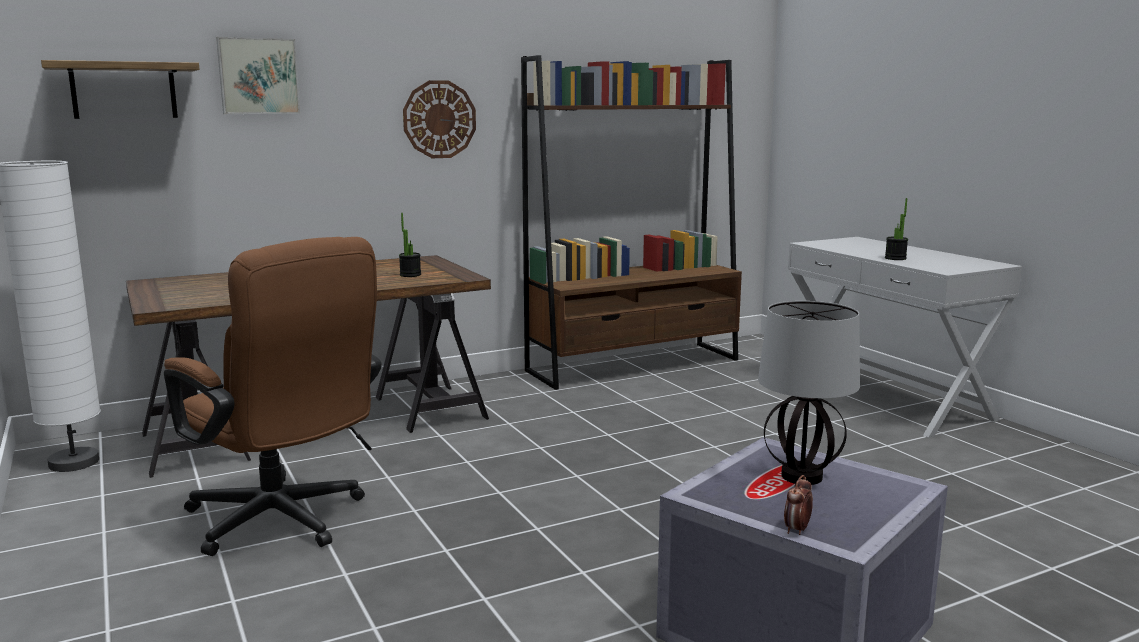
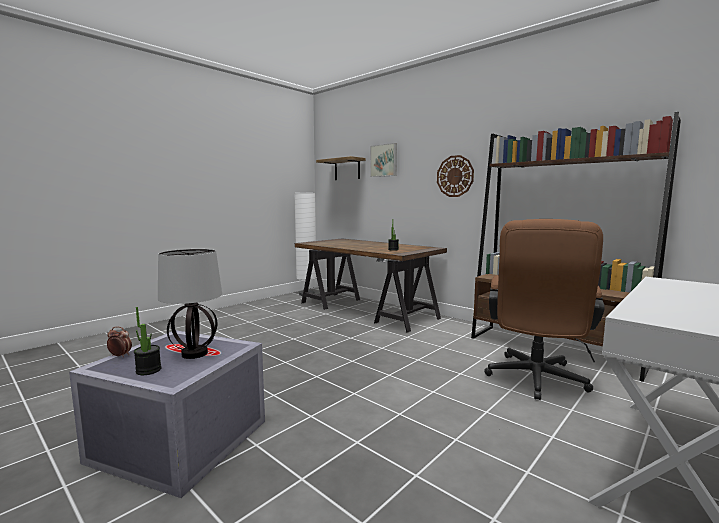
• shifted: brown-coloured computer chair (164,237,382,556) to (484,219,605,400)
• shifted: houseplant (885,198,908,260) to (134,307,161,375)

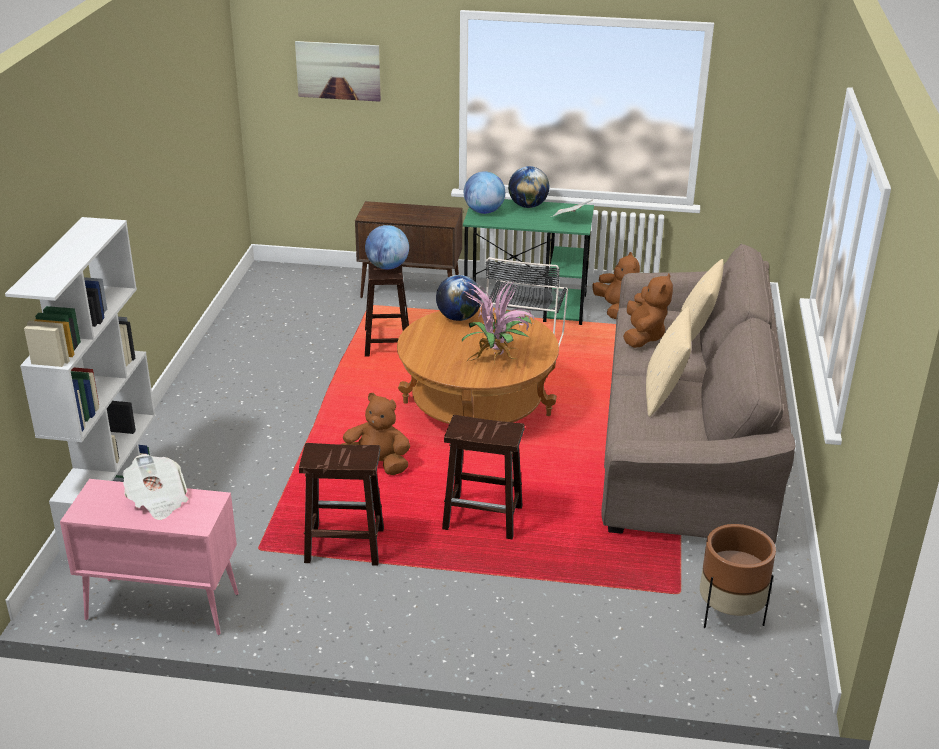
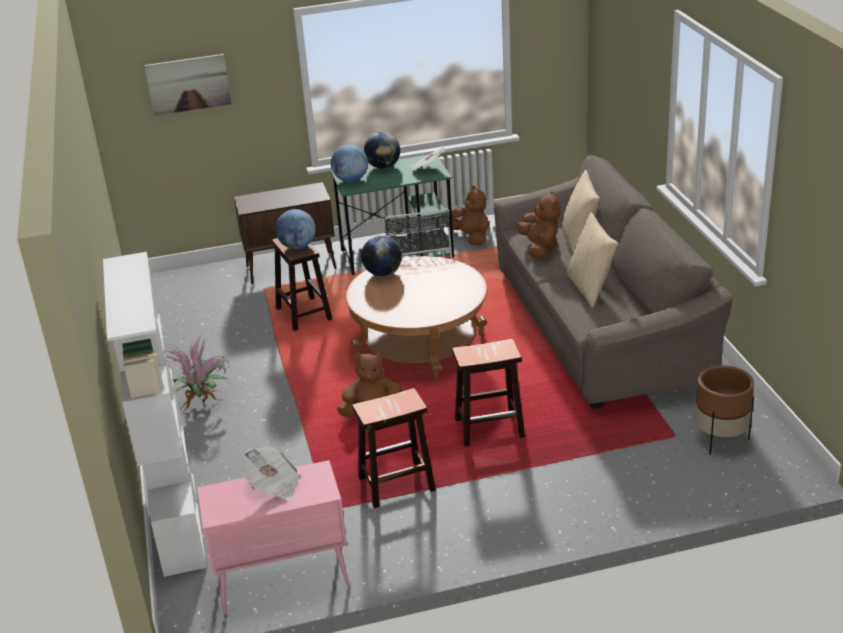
• shifted: houseplant (462,280,535,366) to (164,336,229,413)

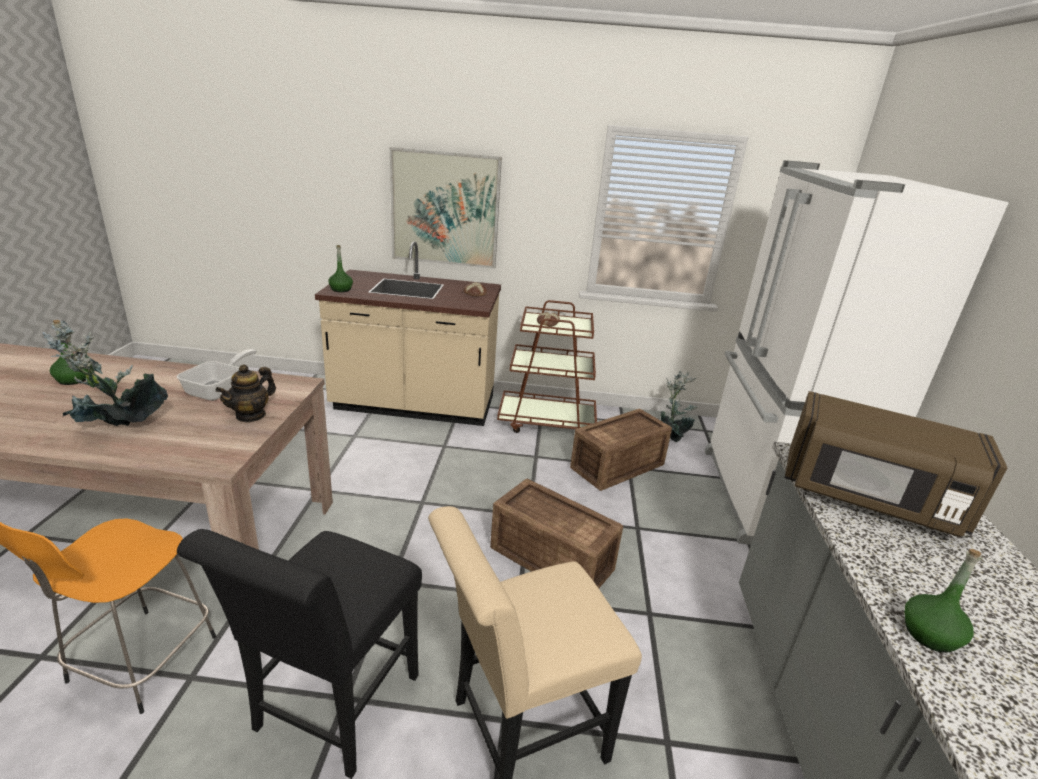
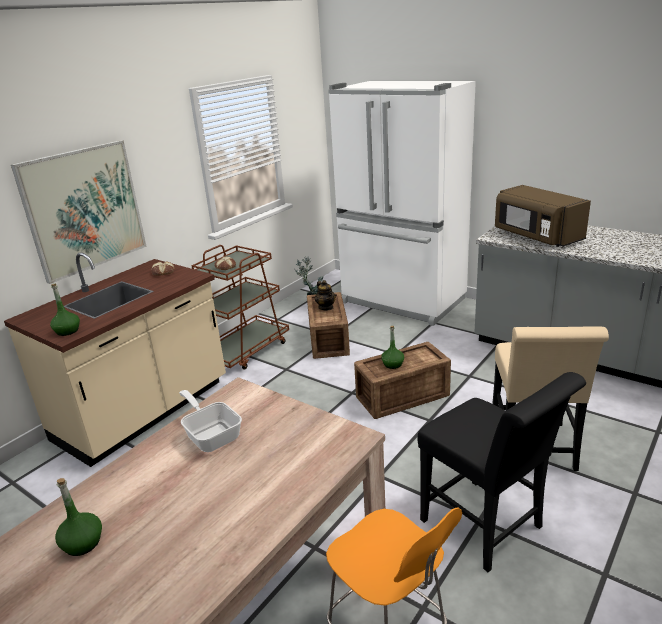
• gone: houseplant (42,320,168,426)
• shifted: teapot (216,364,276,423) to (315,280,336,310)
• shifted: green-coloured bottle (905,549,982,653) to (381,326,404,369)
• rotated: brown-coloured microwave (785,391,1007,537) = (495,185,591,247) 90 degrees clockwise

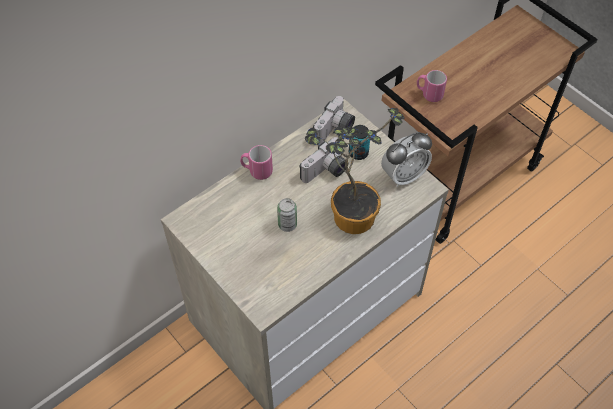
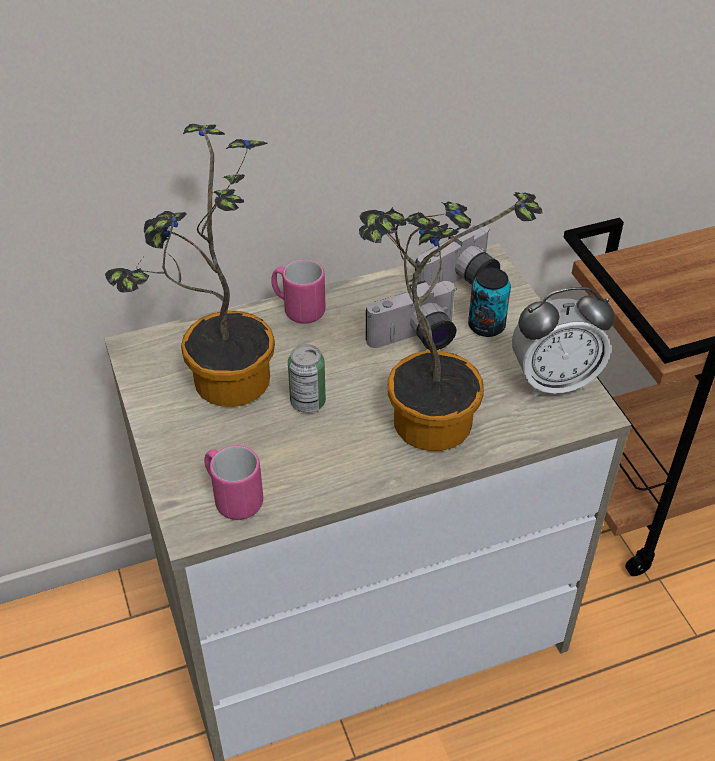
• new: houseplant (105,124,275,407)
• shifted: pink coffee mug (417,70,447,102) to (204,445,263,520)

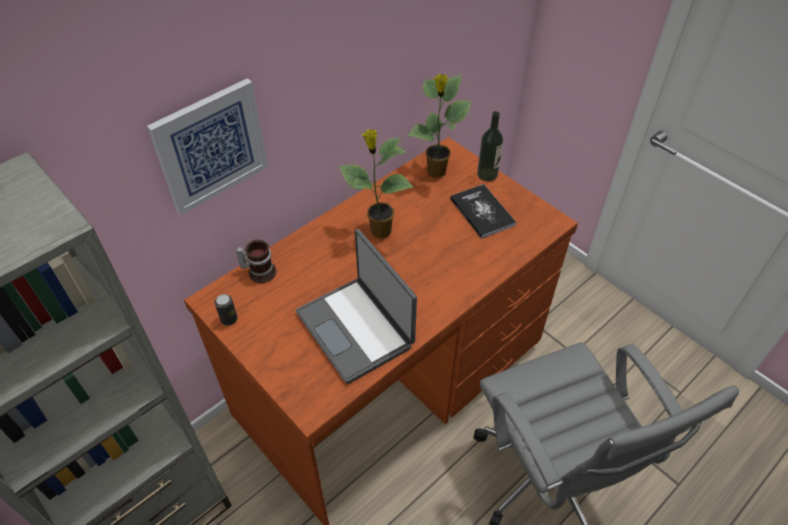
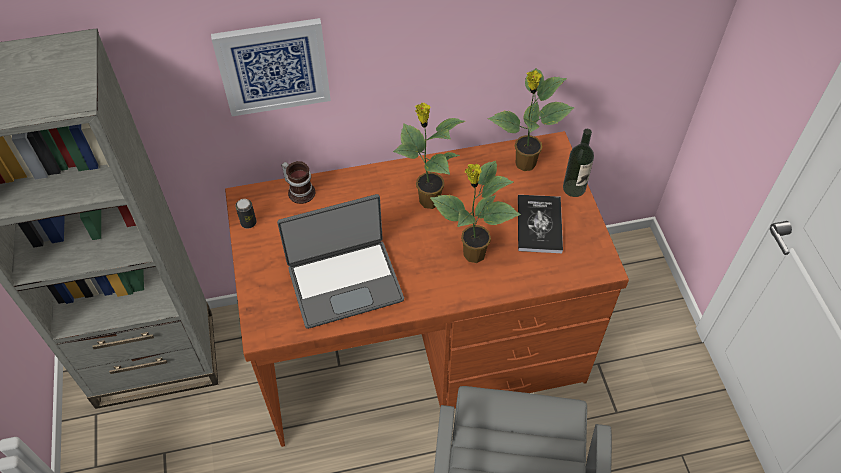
• new: houseplant (430,161,521,263)
• rotated: notebook computer (296,229,417,384) = (277,194,404,329) 105 degrees counterclockwise

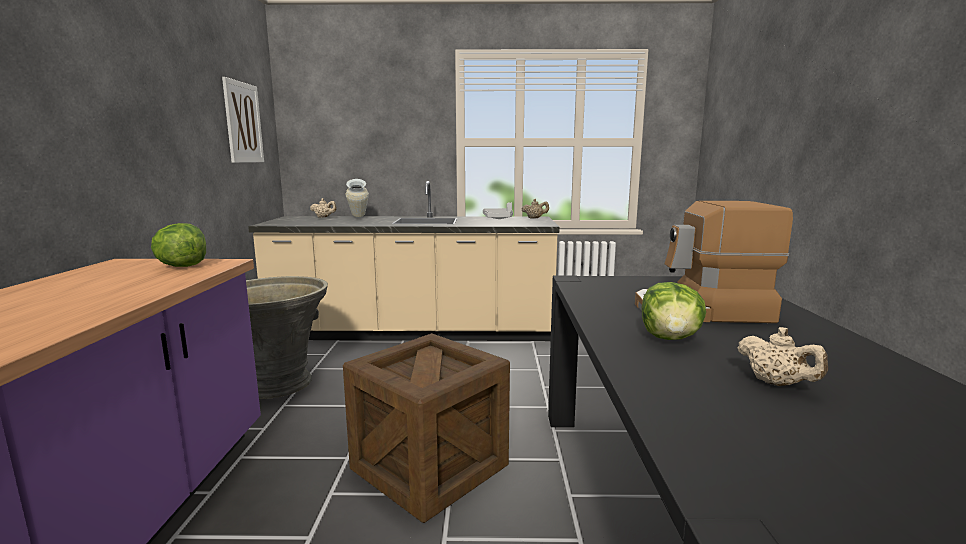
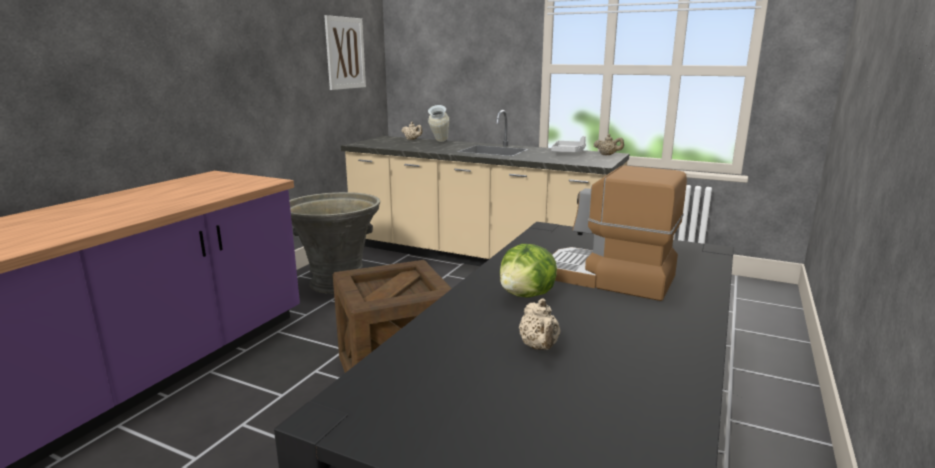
• gone: head of lettuce (151,223,206,267)

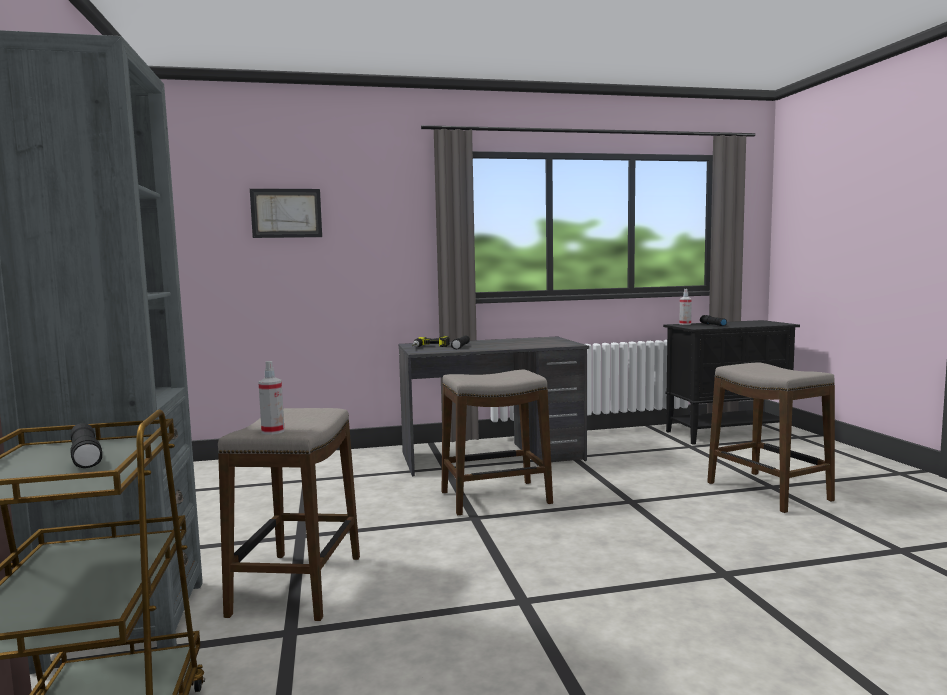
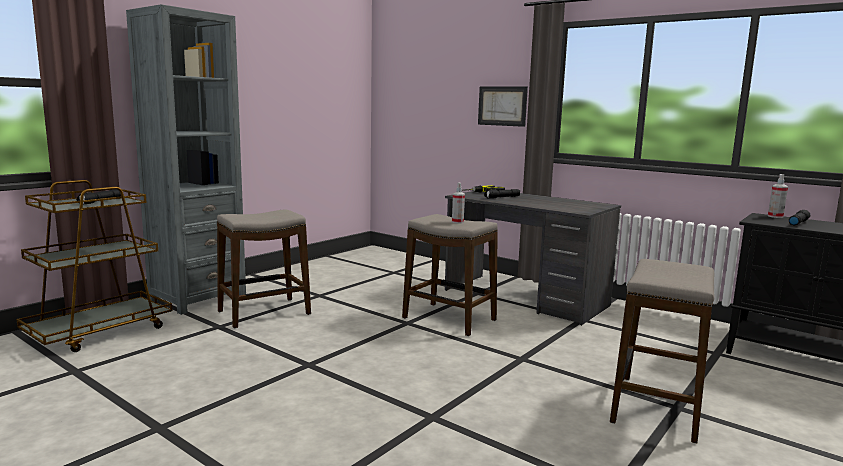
• shifted: wall art (250,189,322,238) to (478,86,528,127)
• shifted: spray bottle (258,361,285,435) to (452,183,465,223)

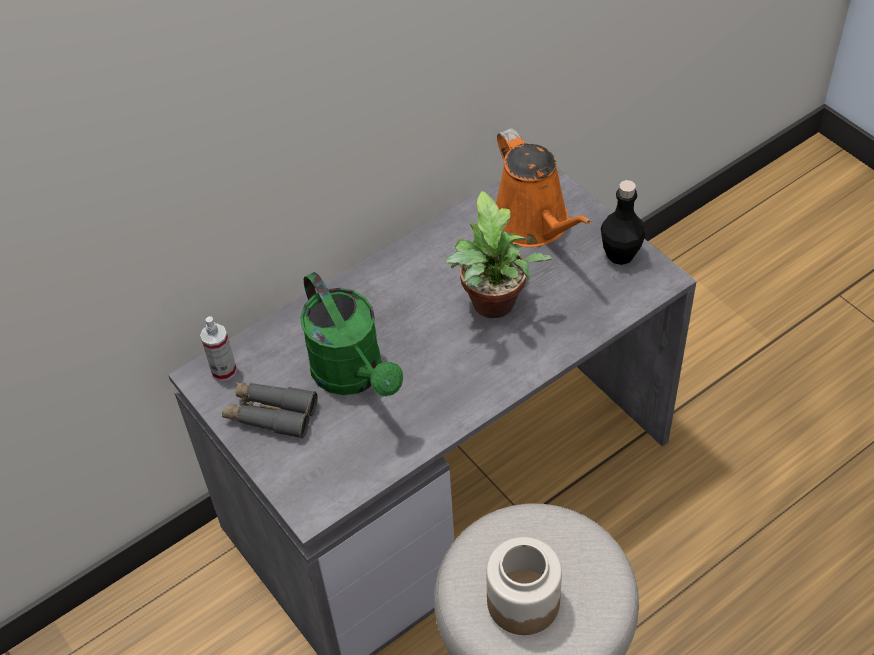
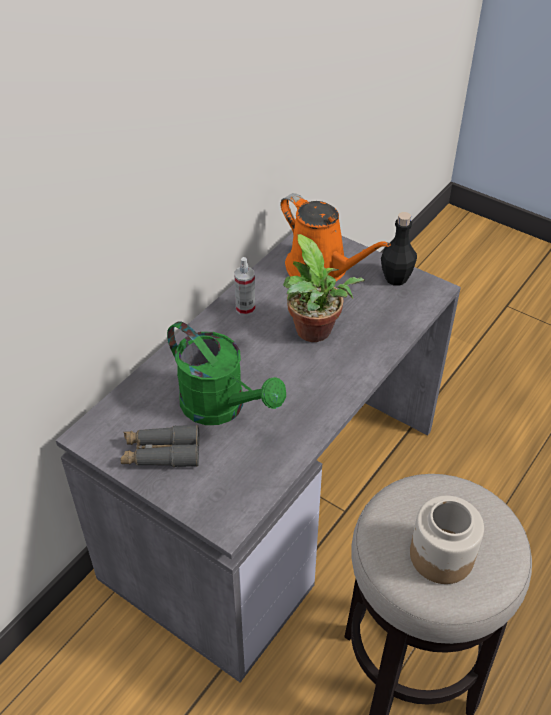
• shifted: spray bottle (200,316,237,381) to (234,257,255,316)

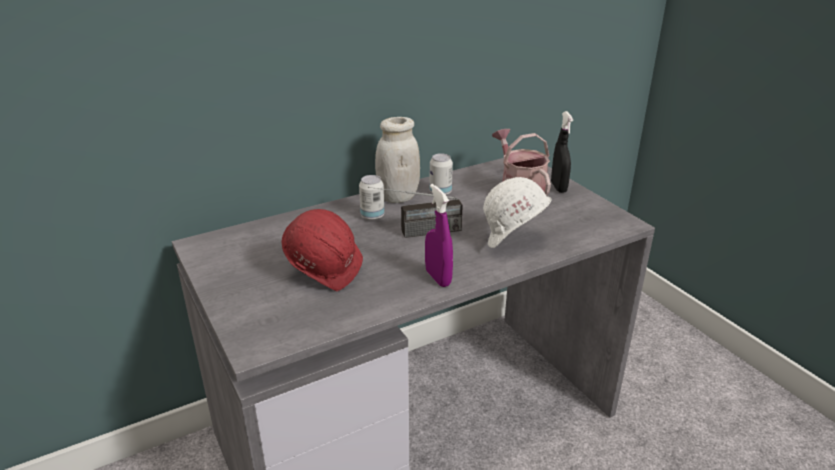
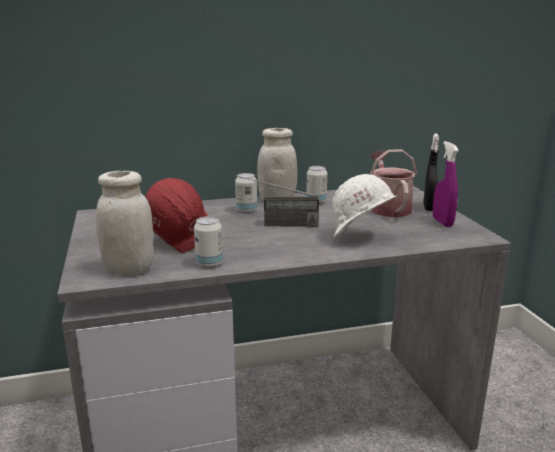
• new: white-coloured jar (96,171,154,276)
• new: can (194,216,223,268)
• shifted: purple-coloured spray bottle (425,184,453,287) to (433,141,459,227)

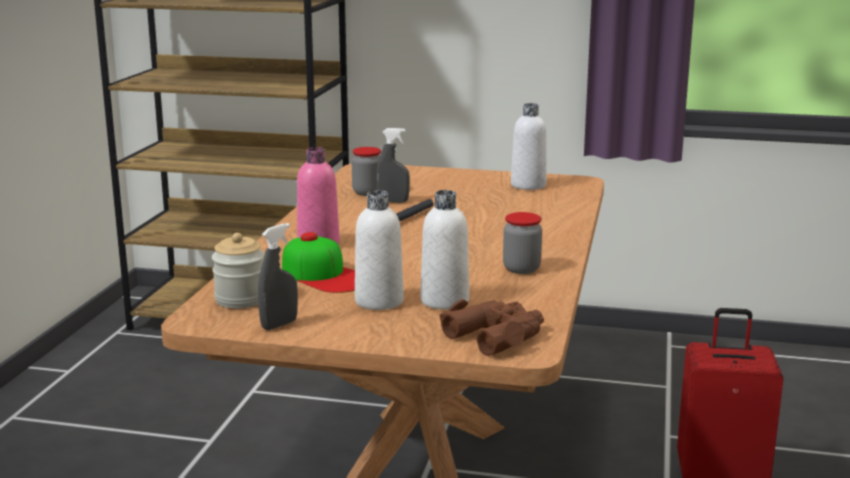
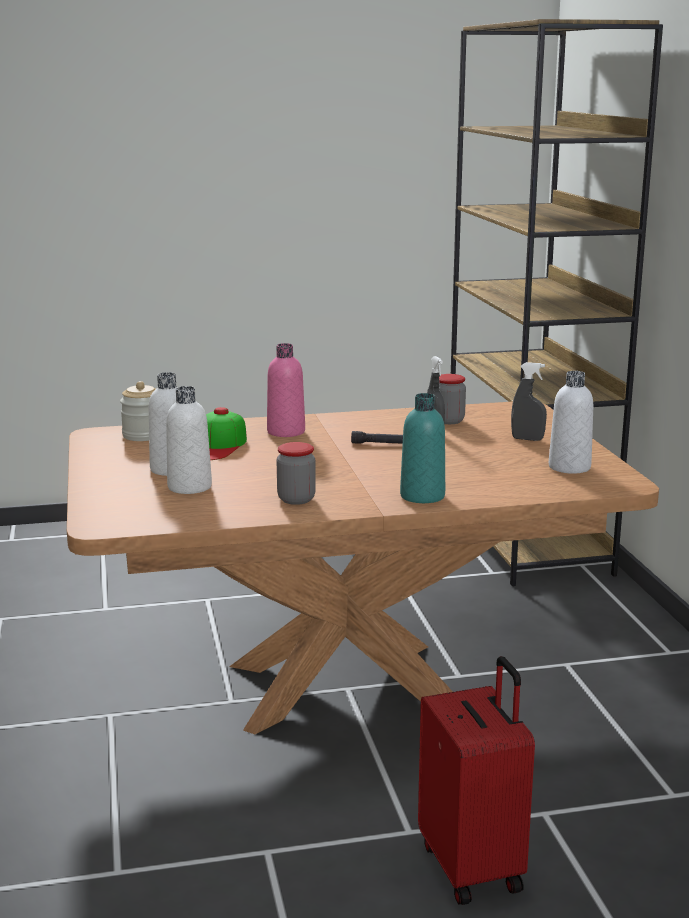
• gone: brown-coloured field glasses (439,299,544,356)
• new: blue-green bottle (400,393,445,503)
• shifted: greyish spray bottle (258,223,298,330) to (511,362,547,441)

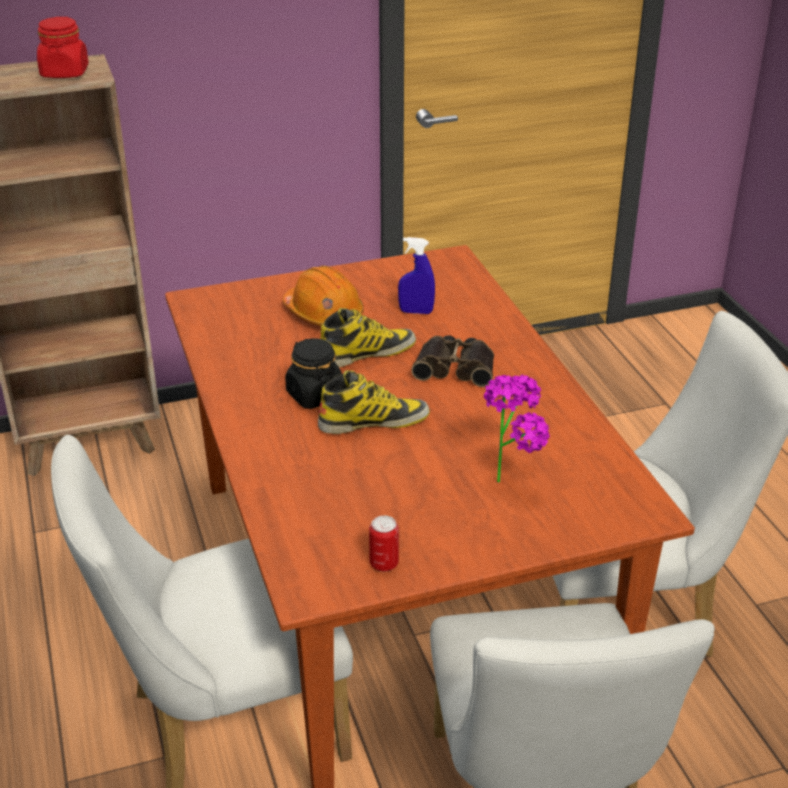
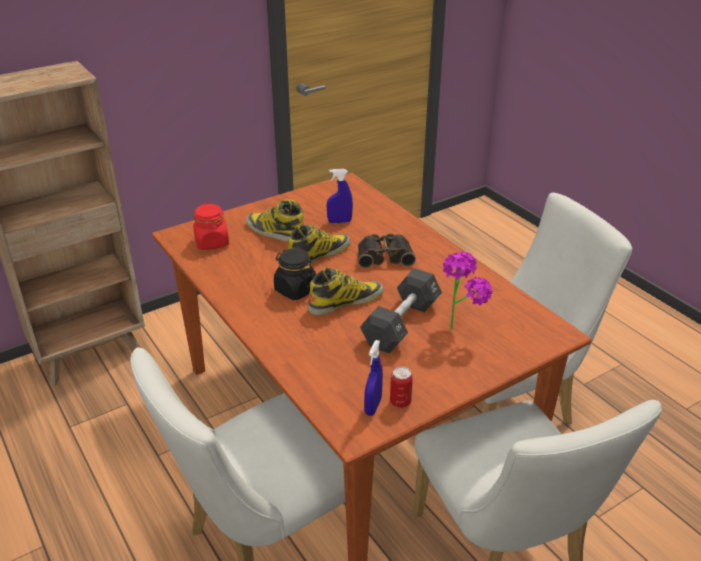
• new: black-coloured free weight (360,268,442,353)
• new: blue spray bottle (364,340,383,416)
• shifted: red-coloured jar (37,17,89,78) to (193,203,229,250)
• swapped: orange-coloured safety helmet (283,266,364,326) to high-top boot (246,199,304,242)

